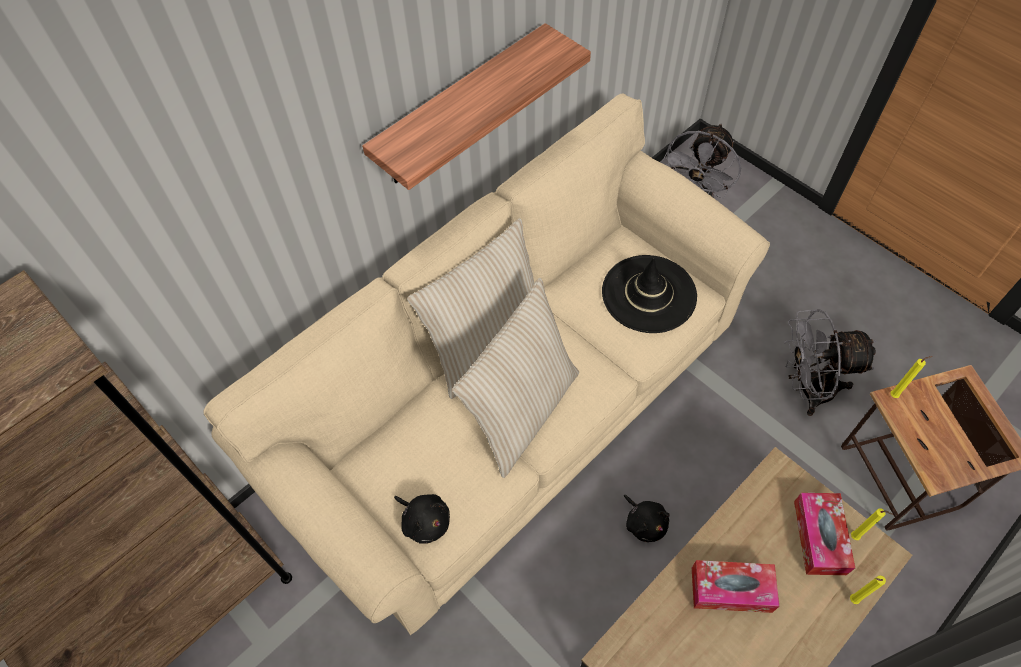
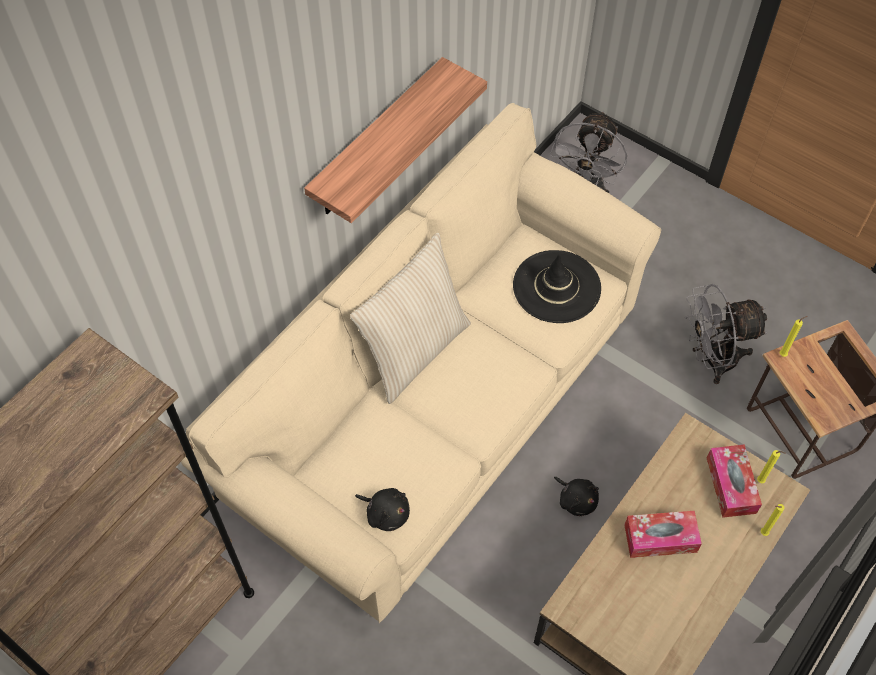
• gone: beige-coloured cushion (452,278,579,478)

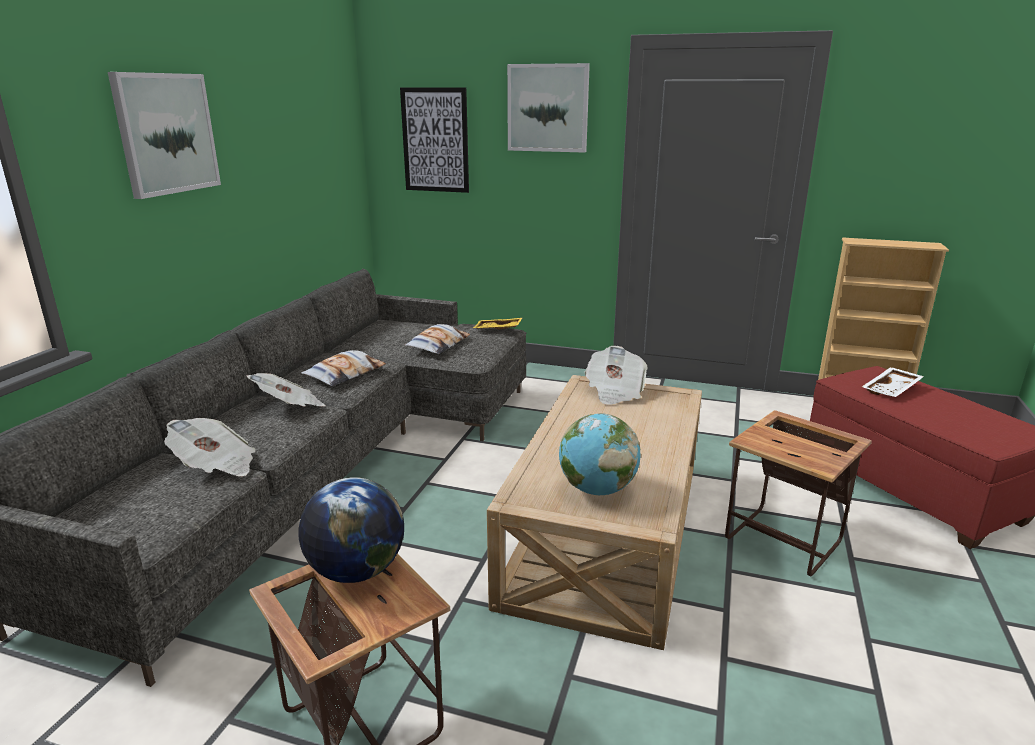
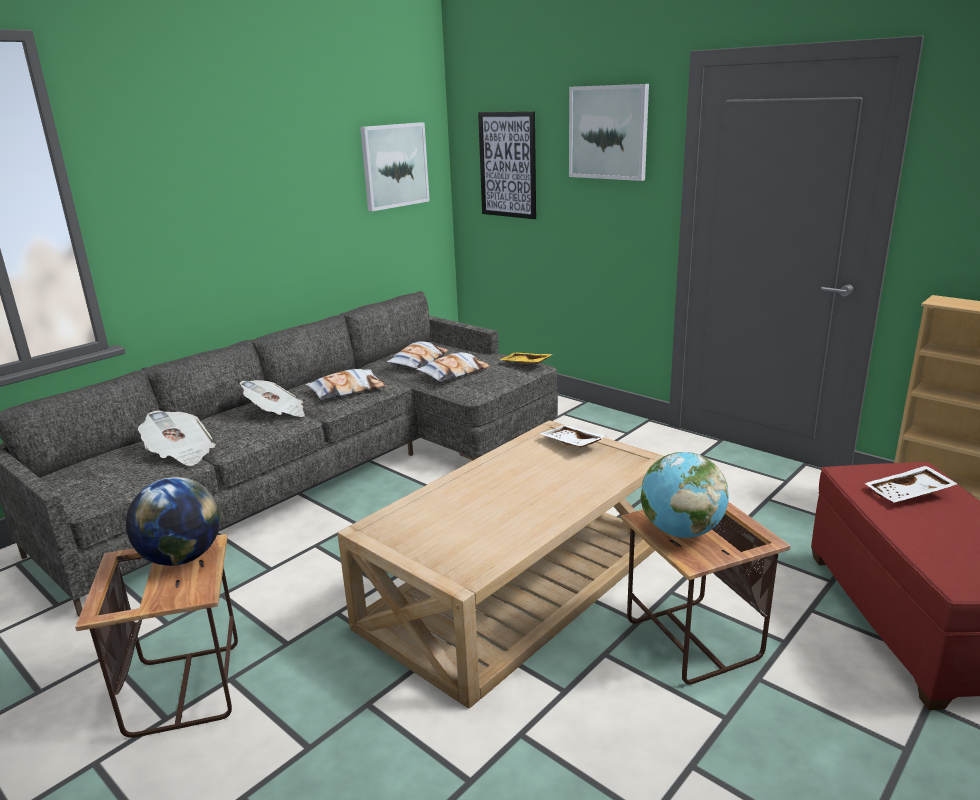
• new: cushion (387,341,448,369)
• shifted: wall art (108,72,221,199) to (360,122,430,211)
• shifted: world globe (559,413,641,495) to (640,452,729,538)
• swapped: daily paper (585,346,648,405) to white-coloured tray (539,425,607,447)

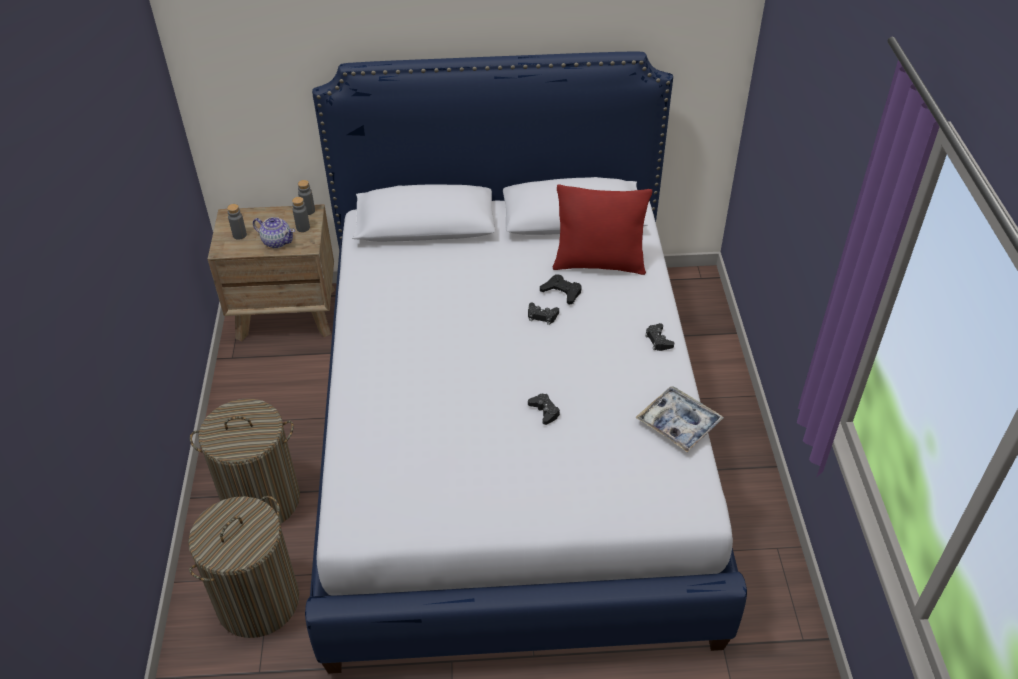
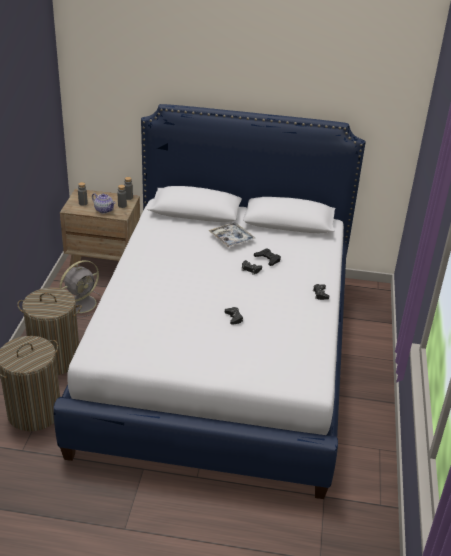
• gone: red-coloured cushion (553,185,652,275)
• new: greyish fan (59,260,102,317)
• shifted: tray (635,386,724,452) to (208,223,255,247)

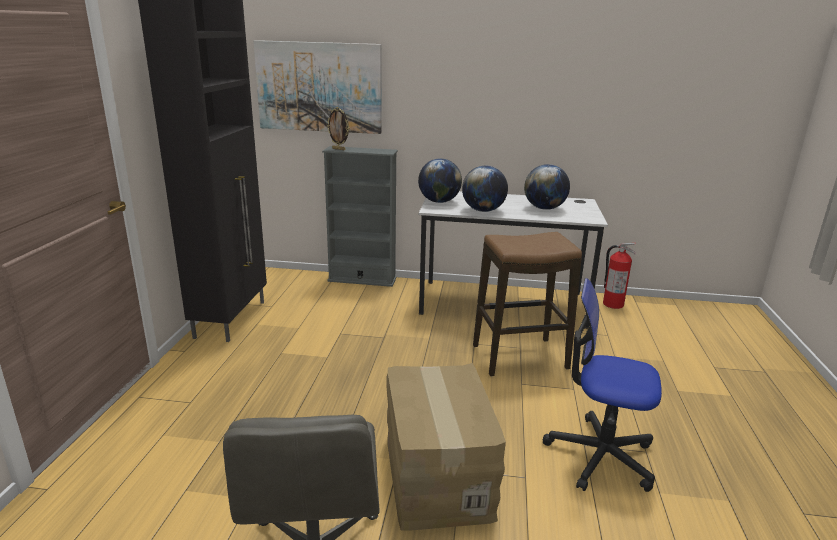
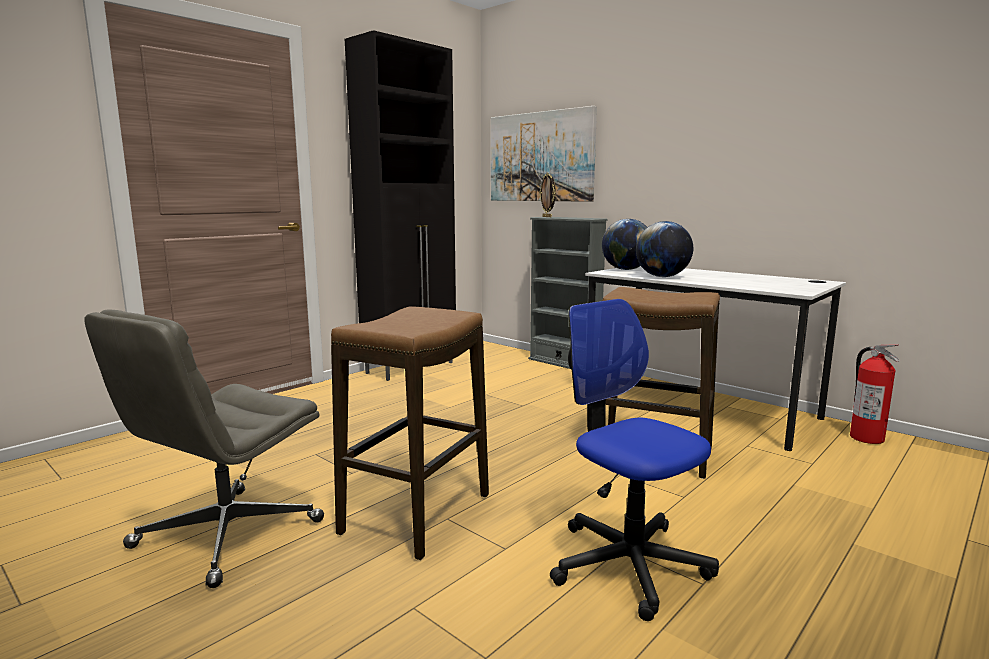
• gone: world globe (524,164,570,210)
• swapped: carton (386,363,506,531) to stool (331,306,489,560)

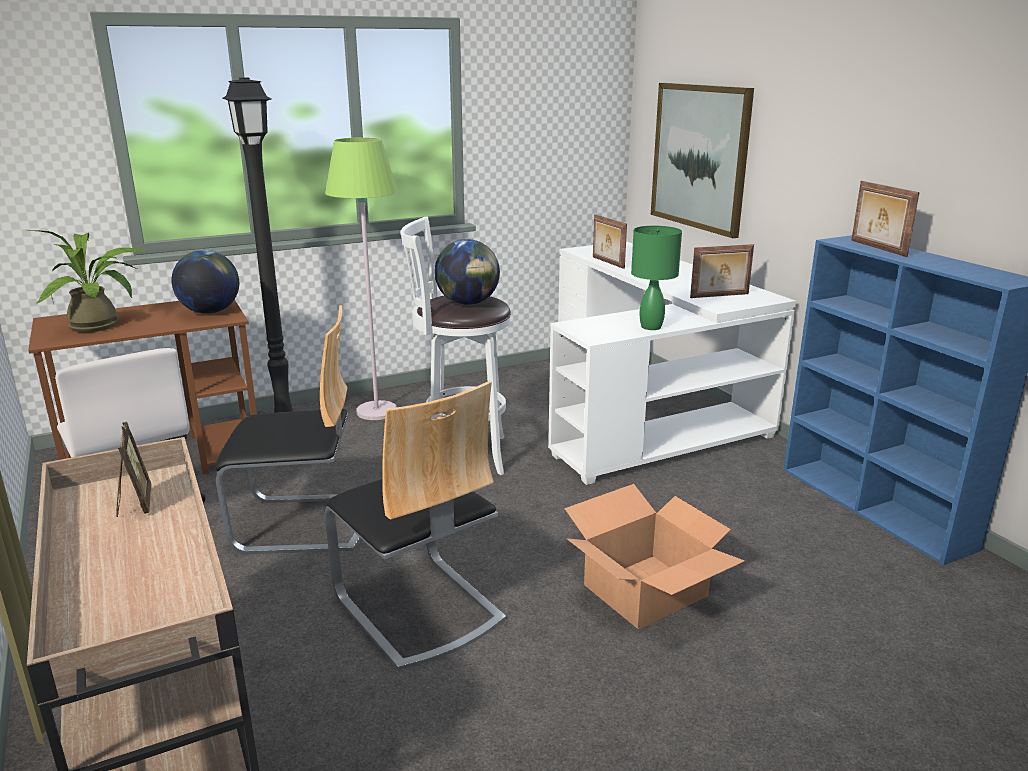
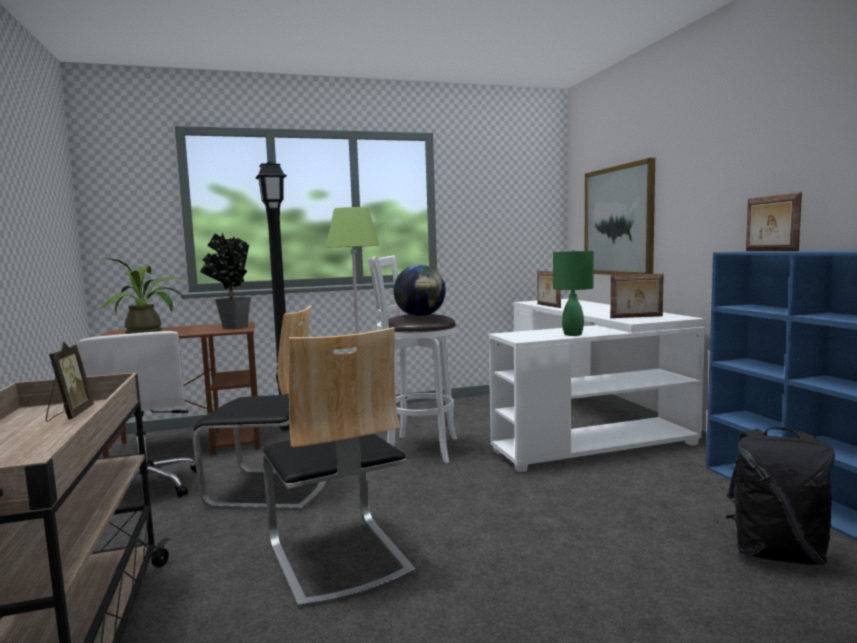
• gone: carton (564,484,745,629)
• new: black-coloured rucksack (726,427,835,565)
• swapped: world globe (171,250,239,314) to houseplant (200,233,251,329)

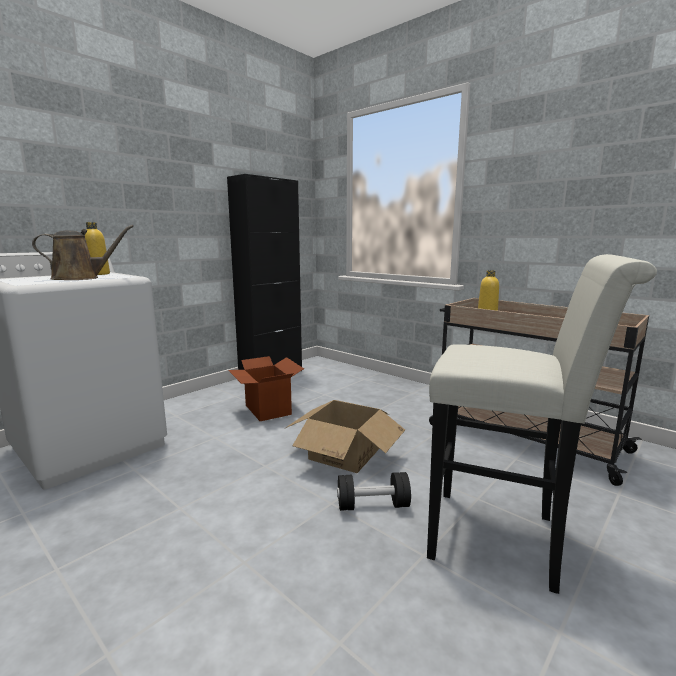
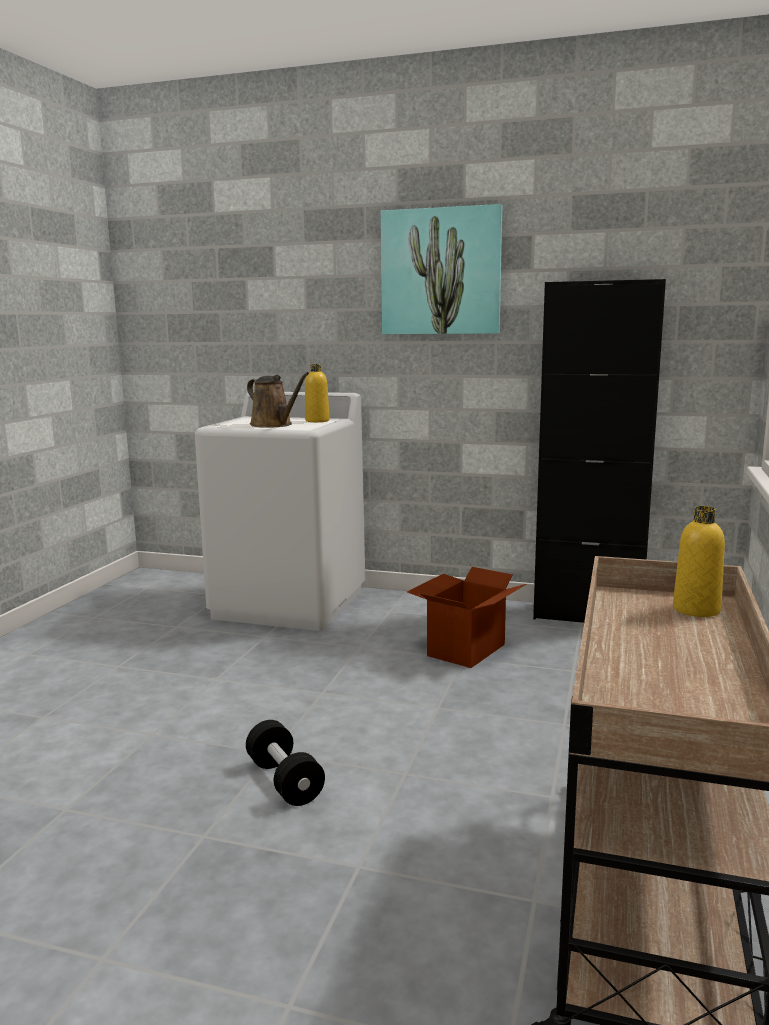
• gone: carton (286,400,405,473)
• gone: white-coloured stool (427,254,657,594)
• new: wall art (381,204,502,334)

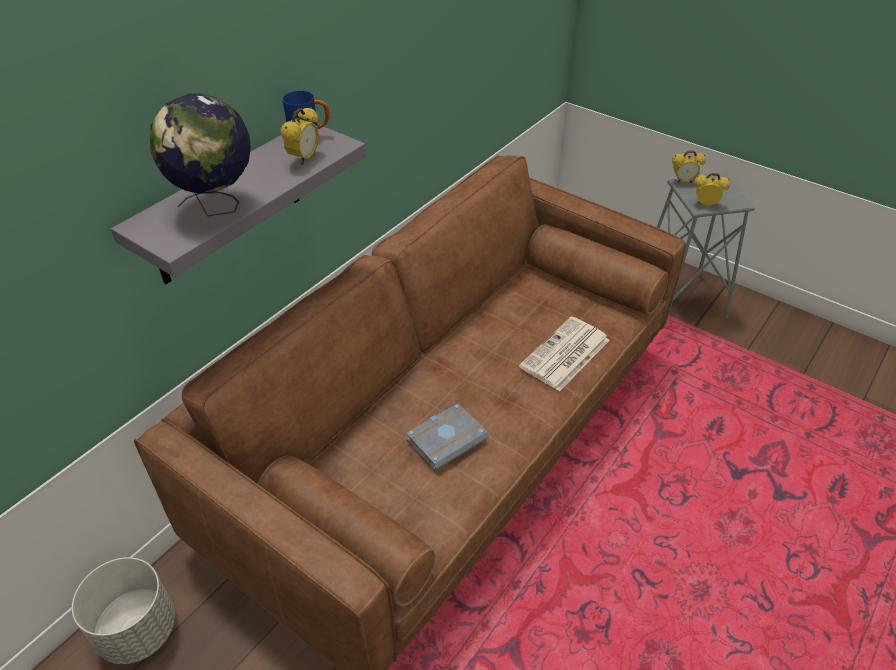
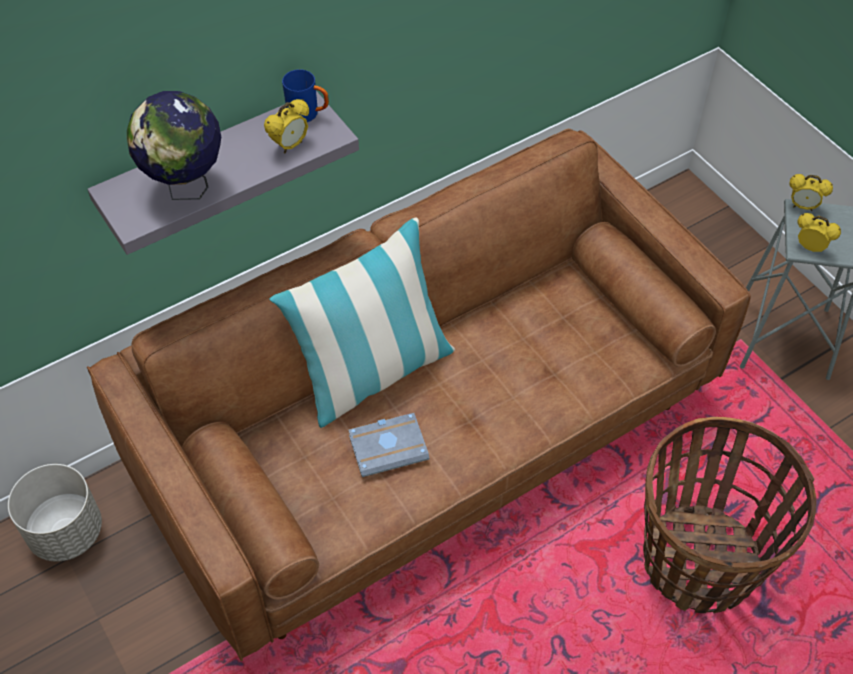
• gone: daily paper (519,316,610,391)
• new: cushion (269,217,455,428)
• new: storage basket (643,417,816,613)

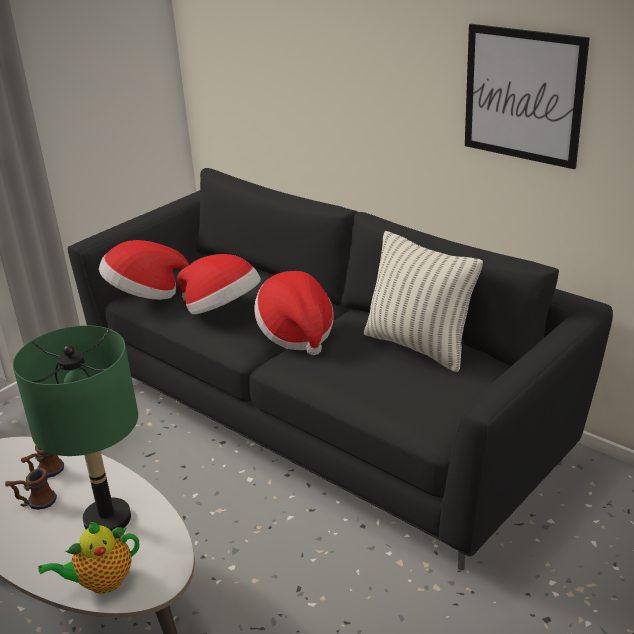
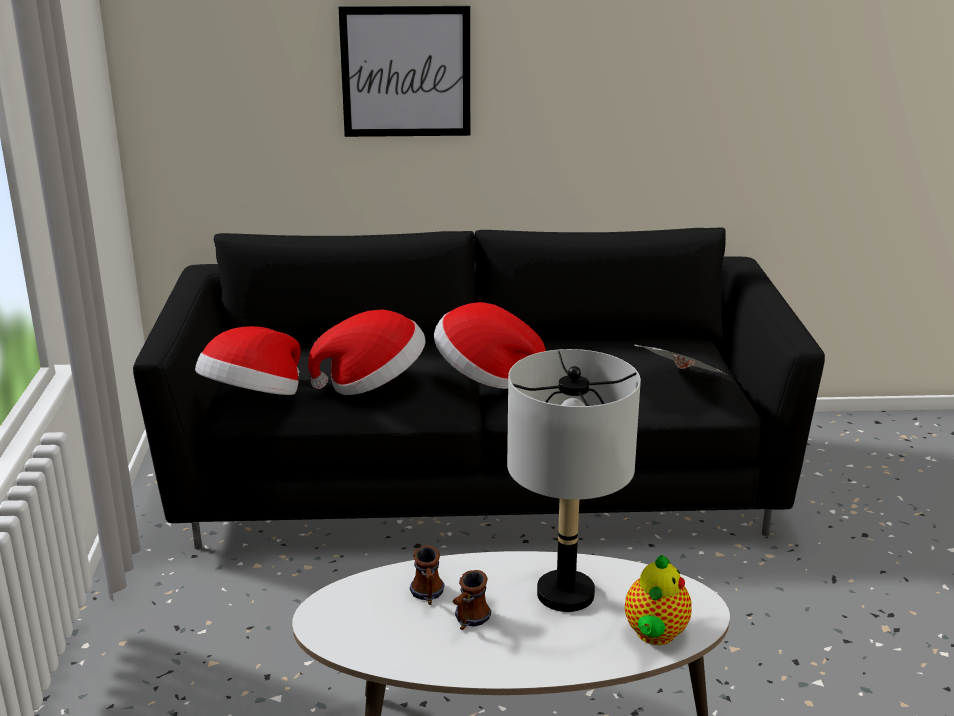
• gone: cushion (364,231,483,372)
• new: daily paper (634,345,727,375)
• shifted: wall art (465,24,590,169) to (339,6,470,137)
• repainted: green-coloured tabletop lamp (13,325,138,531) to greyish tabletop lamp (507,349,641,612)

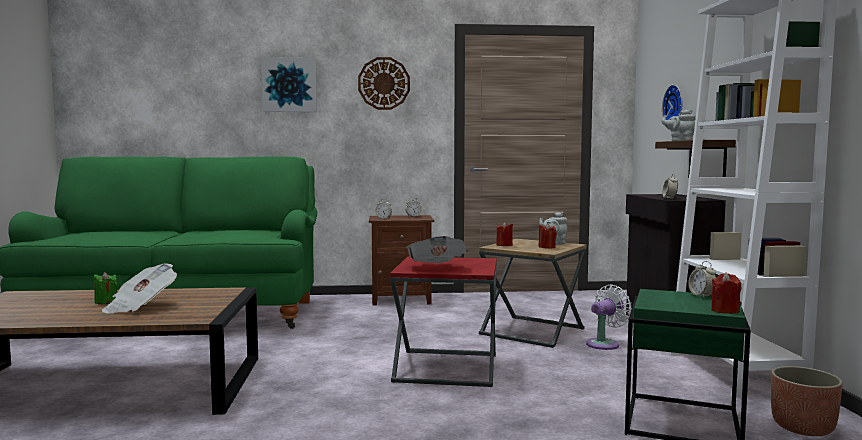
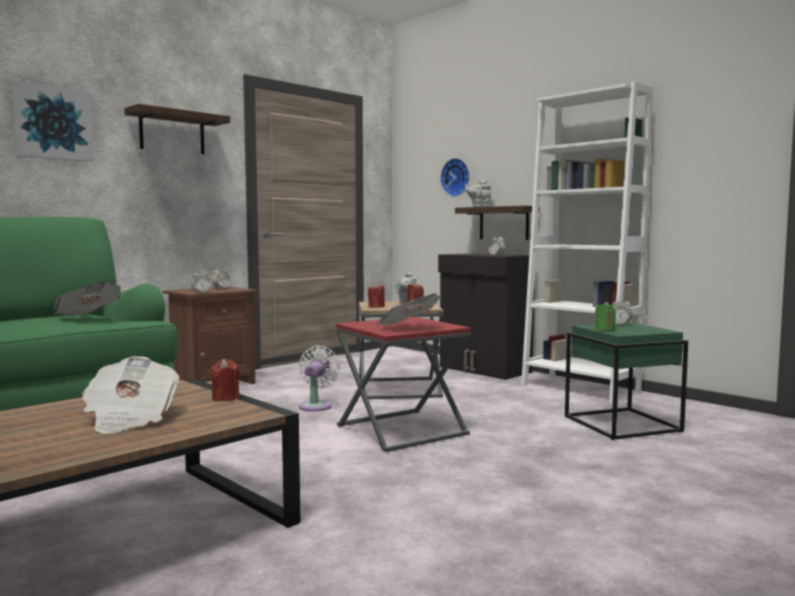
• gone: flower pot (771,366,843,436)
• new: daily paper (54,282,121,315)
• shifted: green-coloured wax candle (94,272,117,304) to (595,301,616,331)
• shifted: white-coloured fan (586,284,632,350) to (299,346,340,411)
• shifted: red-coloured wax candle (711,272,741,314) to (211,359,240,401)
• swapped: wall clock (358,57,410,110) to shelf (124,104,230,154)

